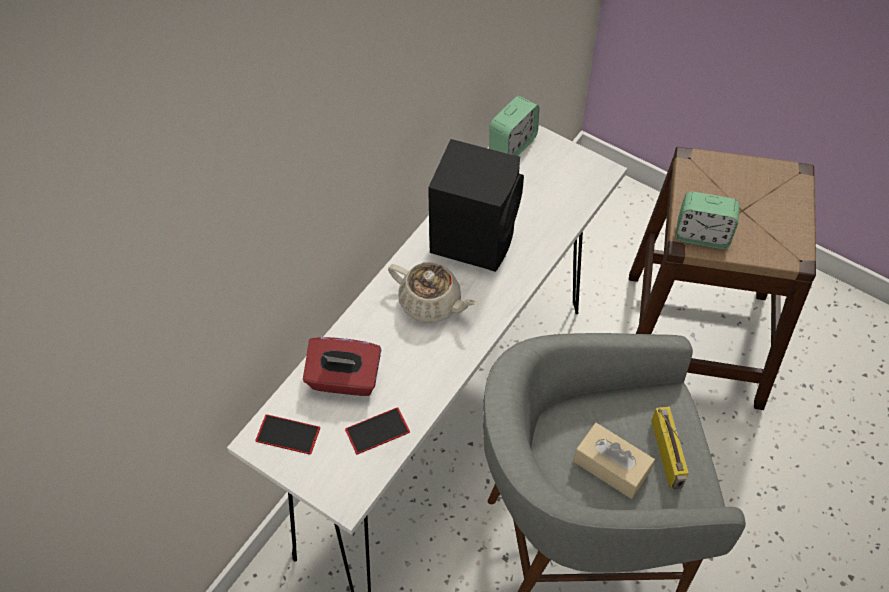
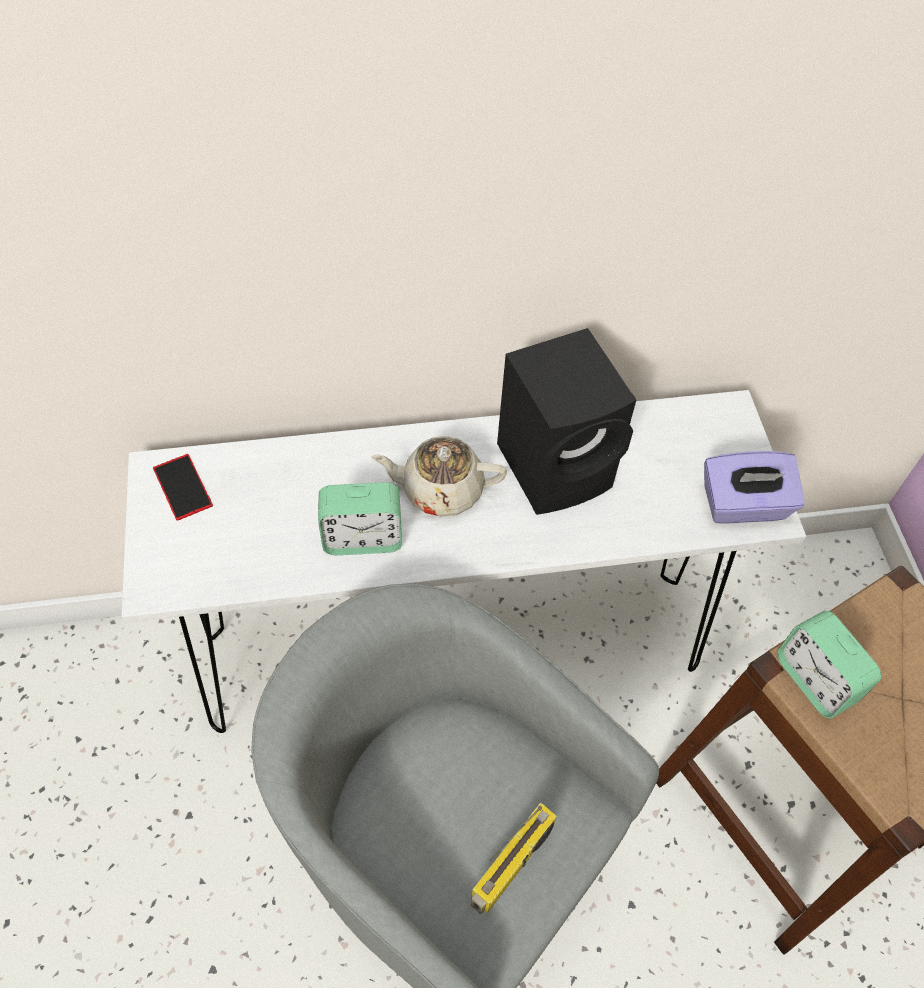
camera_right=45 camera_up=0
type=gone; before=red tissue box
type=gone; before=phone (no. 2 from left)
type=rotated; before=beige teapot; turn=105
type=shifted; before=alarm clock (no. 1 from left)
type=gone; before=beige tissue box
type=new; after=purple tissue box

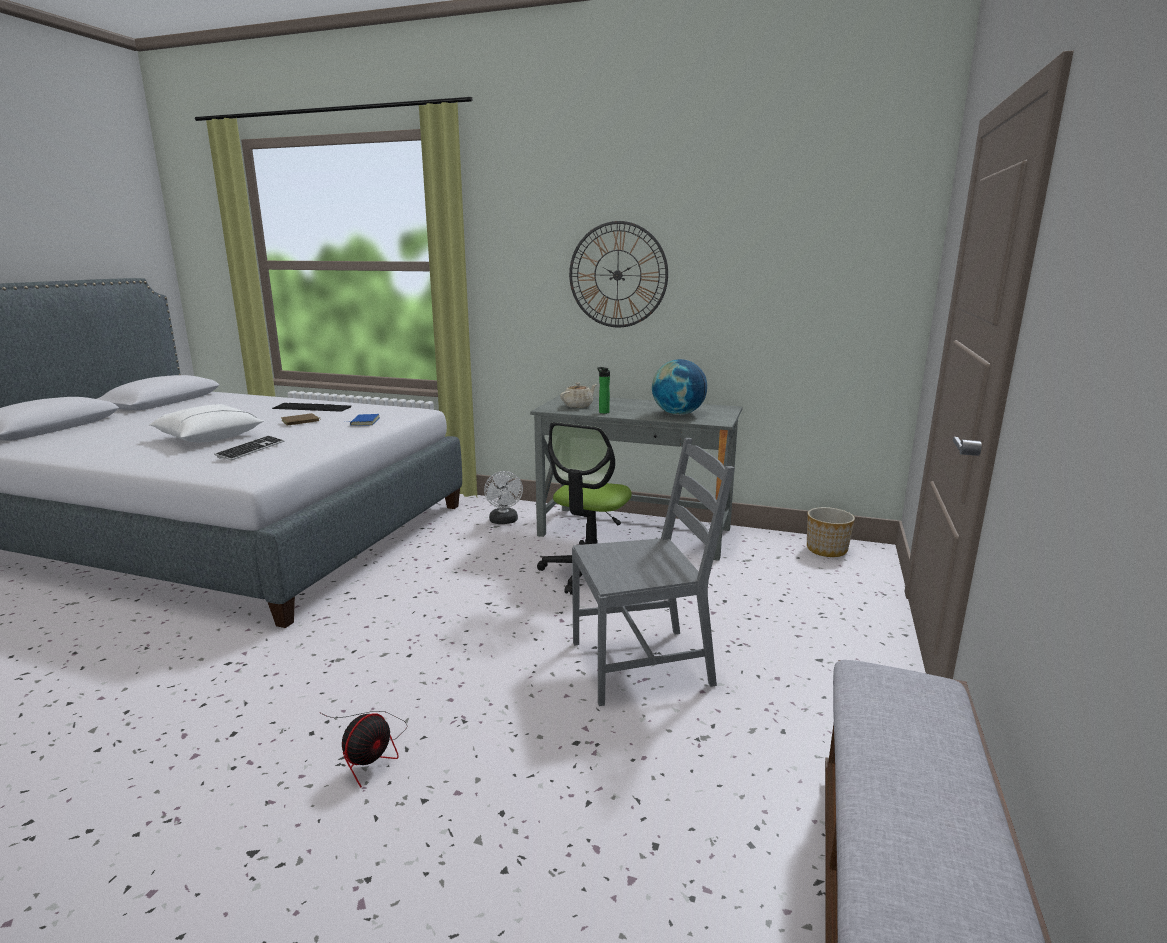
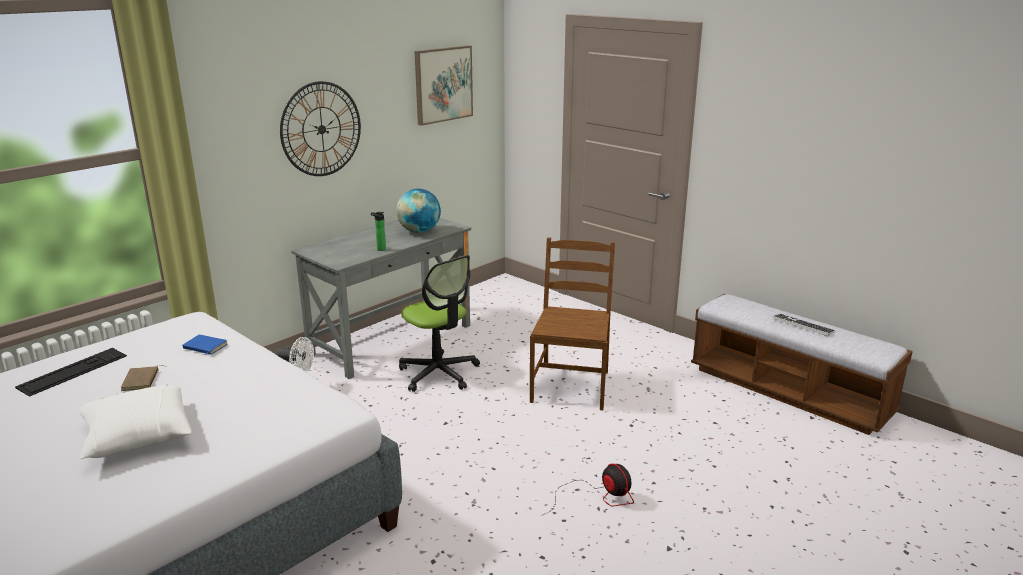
camera_right=-65 camera_up=5
type=shifted; before=keyboard (no. 1 from left in the first image); after=keyboard (no. 2 from left)
type=gone; before=beige teapot
type=repainted; before=grey chair; after=brown chair
type=gone; before=planter
type=new; after=picture

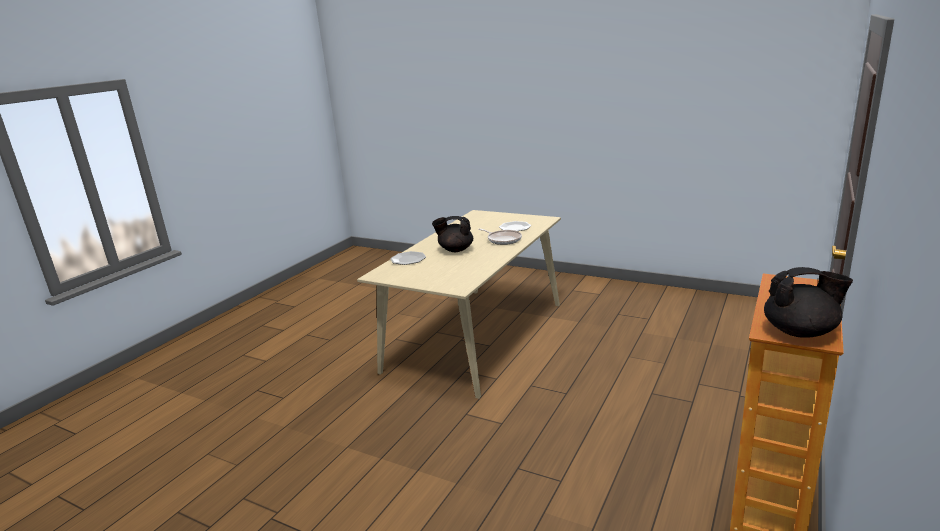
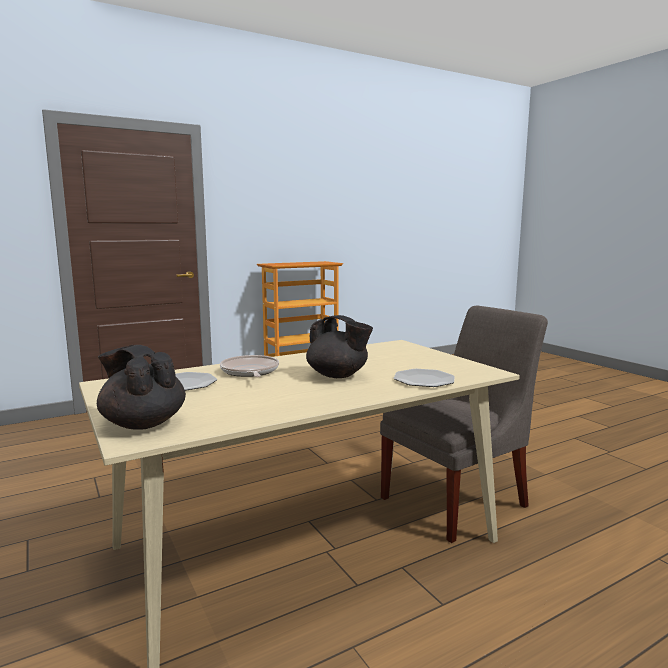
camera_right=-150 camera_up=-10
type=shifted; before=black teapot (no. 2 from left in the first image); after=black teapot (no. 1 from left)
type=new; after=grey chair

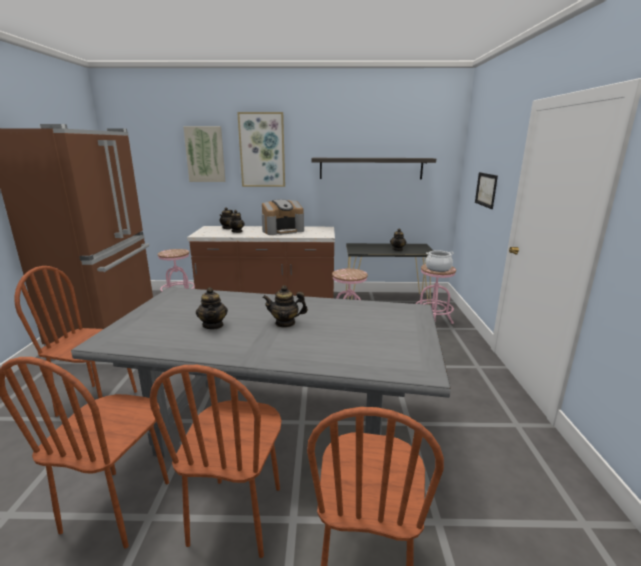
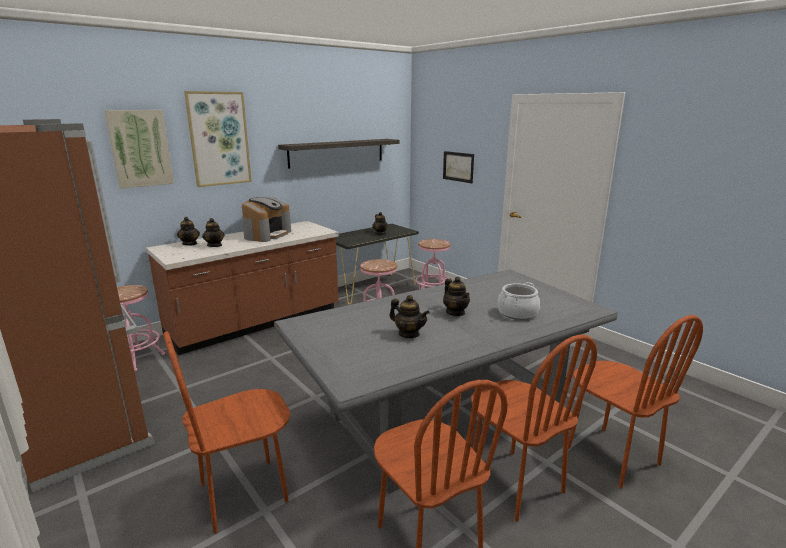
camera_right=-40 camera_up=0
type=rotated; before=teapot (no. 4 from left in the first image); turn=-75
type=shifted; before=cooking pot

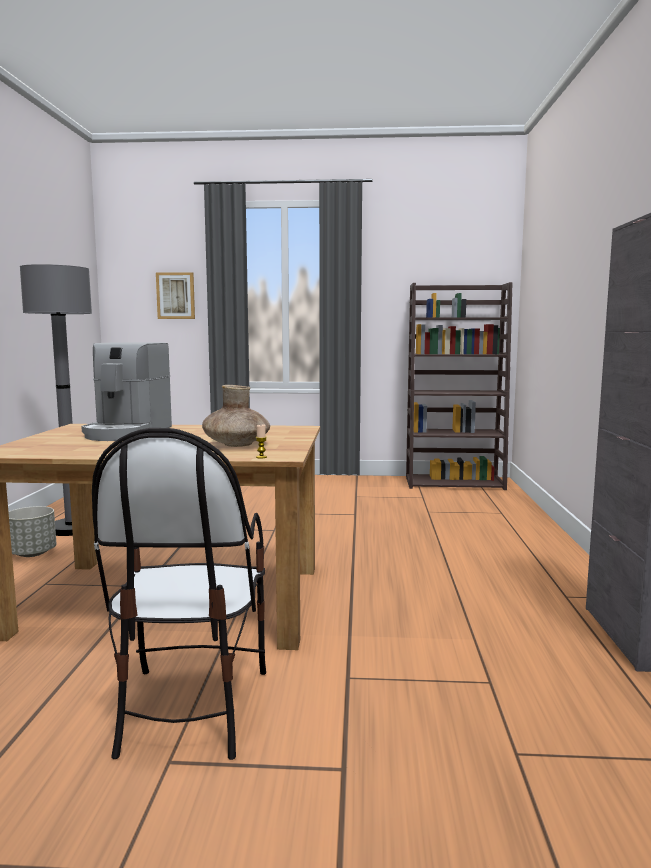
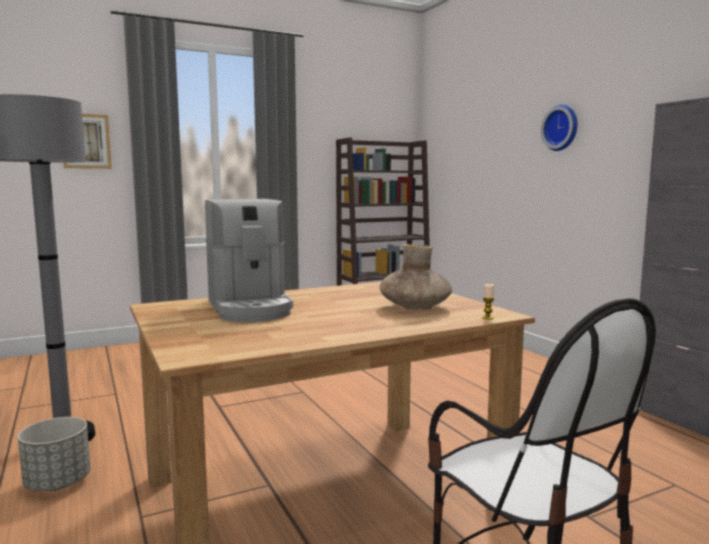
camera_right=-30 camera_up=0
type=new; after=wall clock

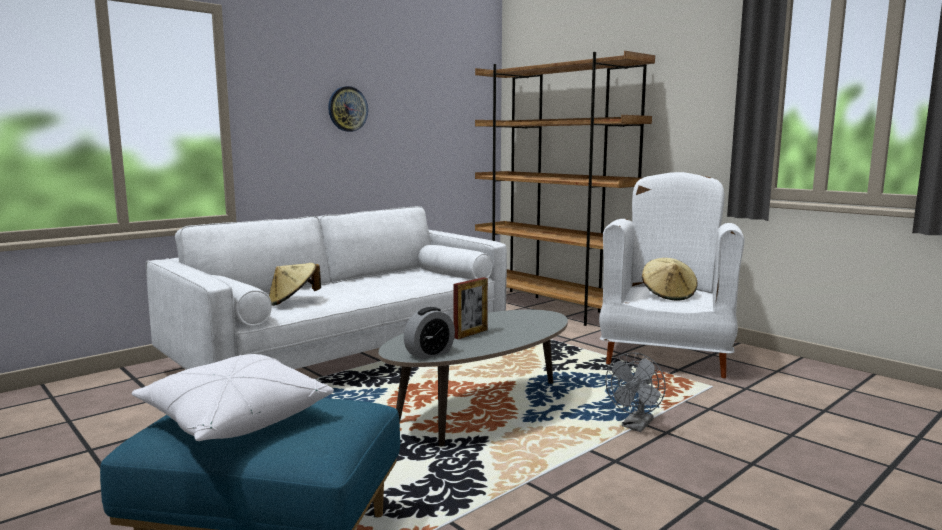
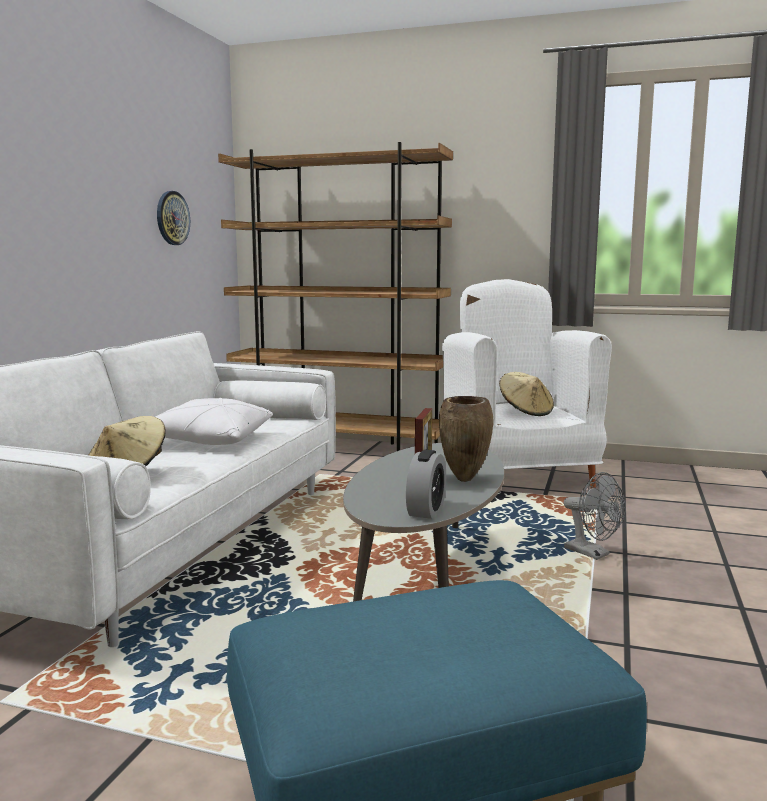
camera_right=-30 camera_up=0
type=shifted; before=white pillow
type=shifted; before=wall clock
type=rotated; before=grey fan; turn=-45
type=new; after=brown vase

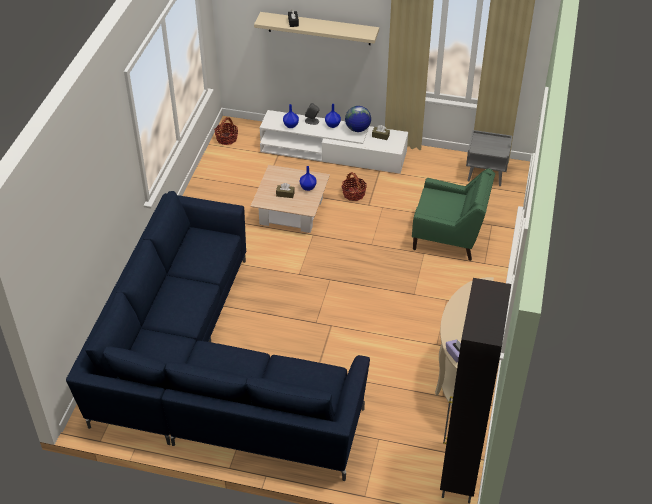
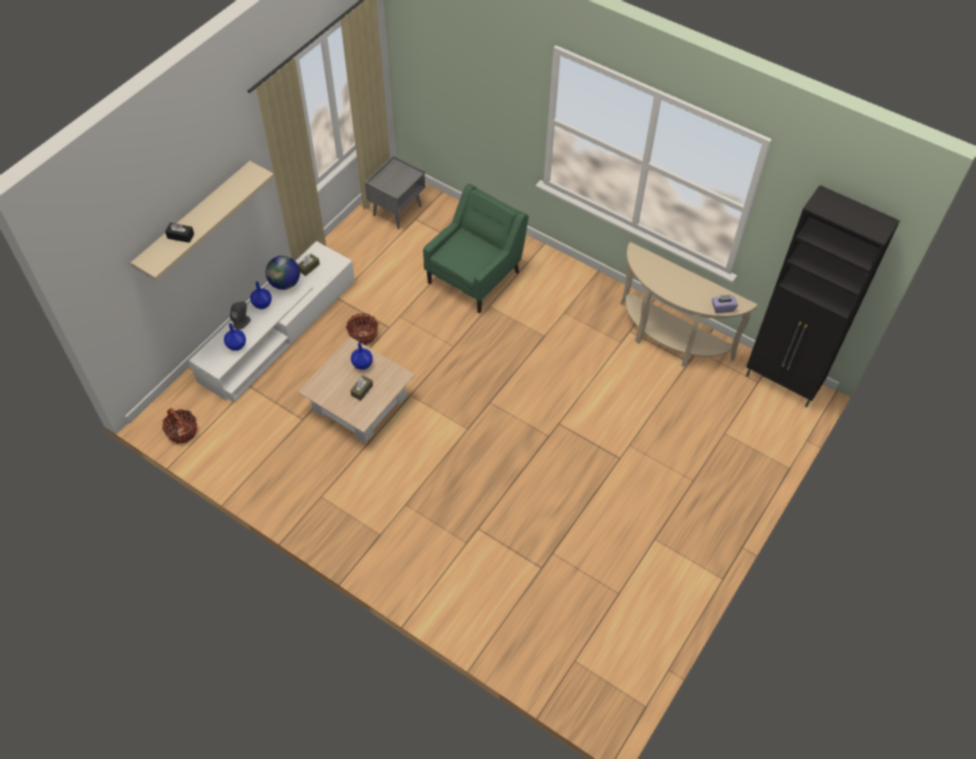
camera_right=-70 camera_up=10
type=gone; before=blue sofa

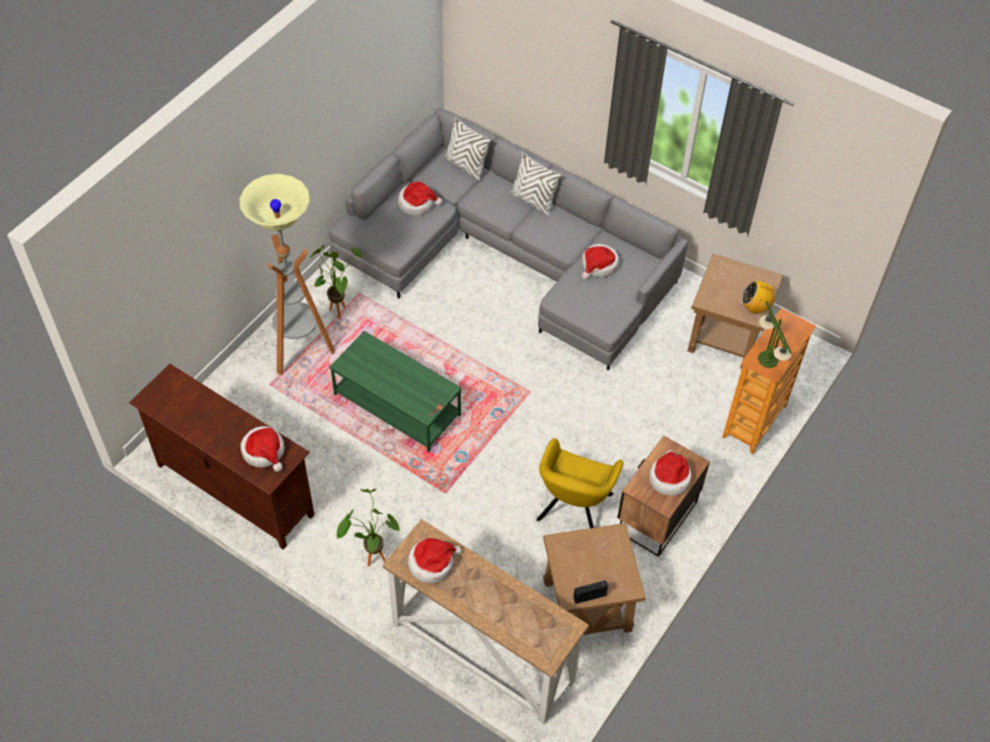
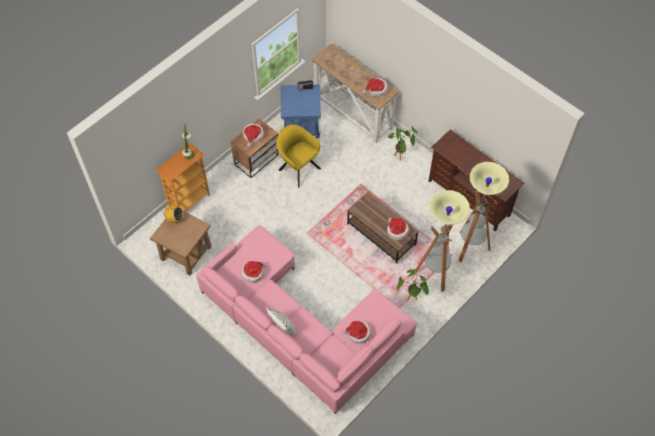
camera_right=-170 camera_up=5
type=shifted; before=hat (no. 1 from left in the first image); after=hat (no. 5 from left)
type=repainted; before=grey sofa; after=pink sofa
type=repainted; before=green coffee table; after=brown coffee table
type=gone; before=white pillow (no. 1 from left)
type=rotated; before=yellow armchair; turn=-75
type=repainted; before=brown side table (no. 1 from left); after=blue side table
type=new; after=floor lamp (no. 2 from left)

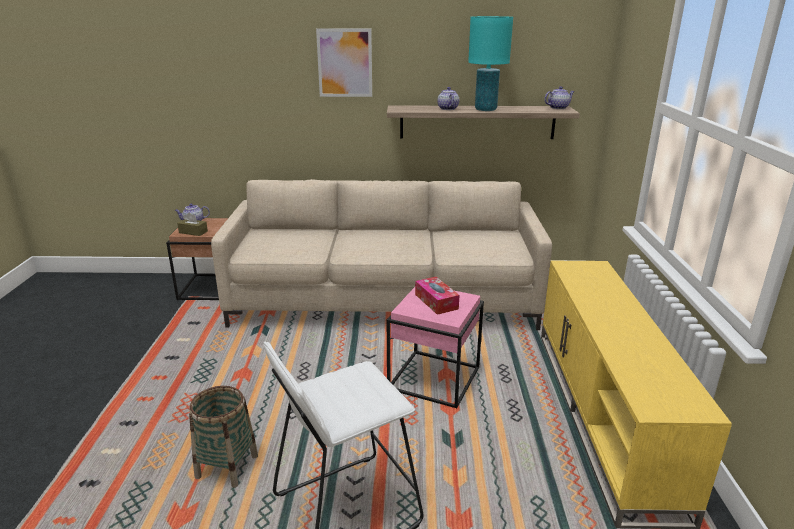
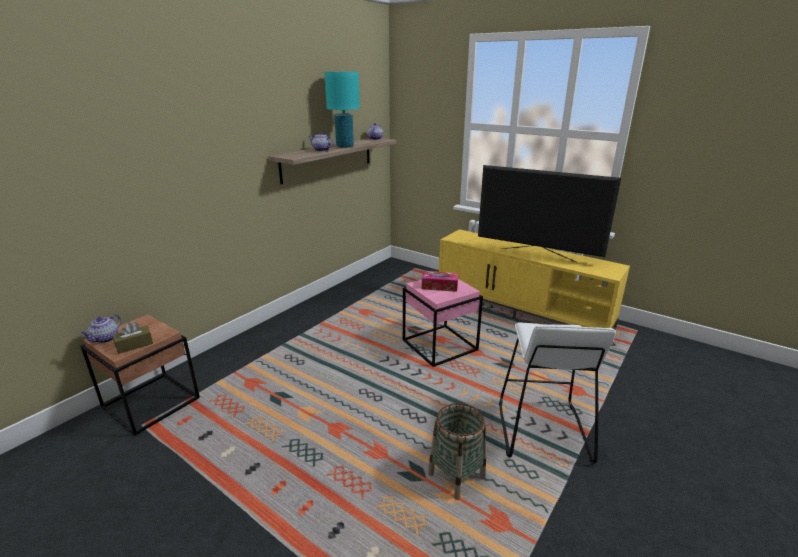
camera_right=-55 camera_up=0
type=gone; before=beige sofa
type=gone; before=picture
type=new; after=television

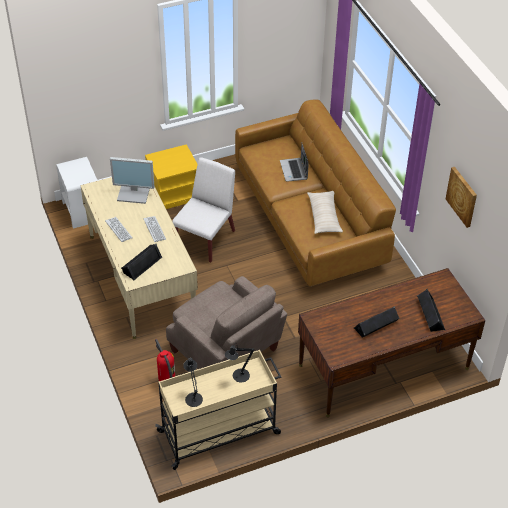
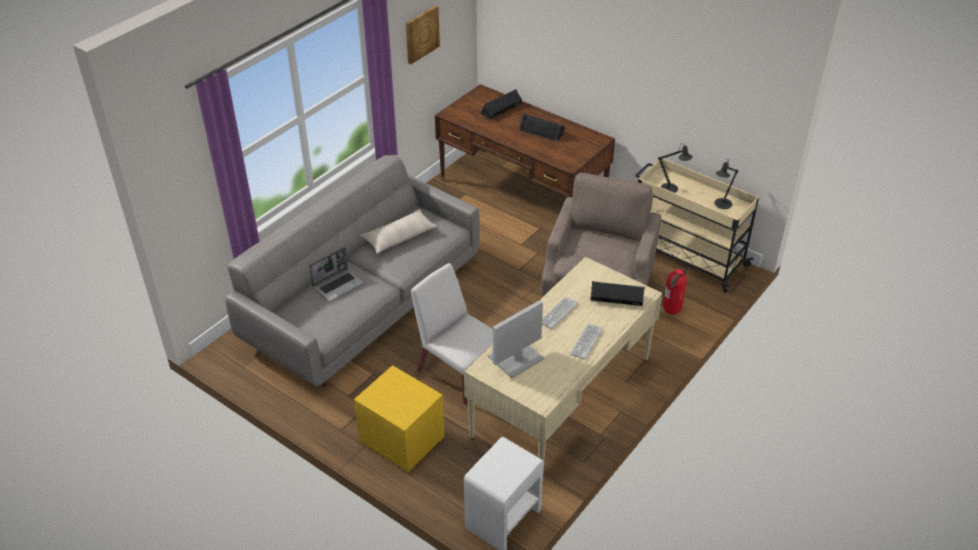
camera_right=-120 camera_up=-5
type=rotated; before=monitor; turn=-105
type=rotated; before=white chair; turn=45
type=repainted; before=brown sofa; after=grey sofa

